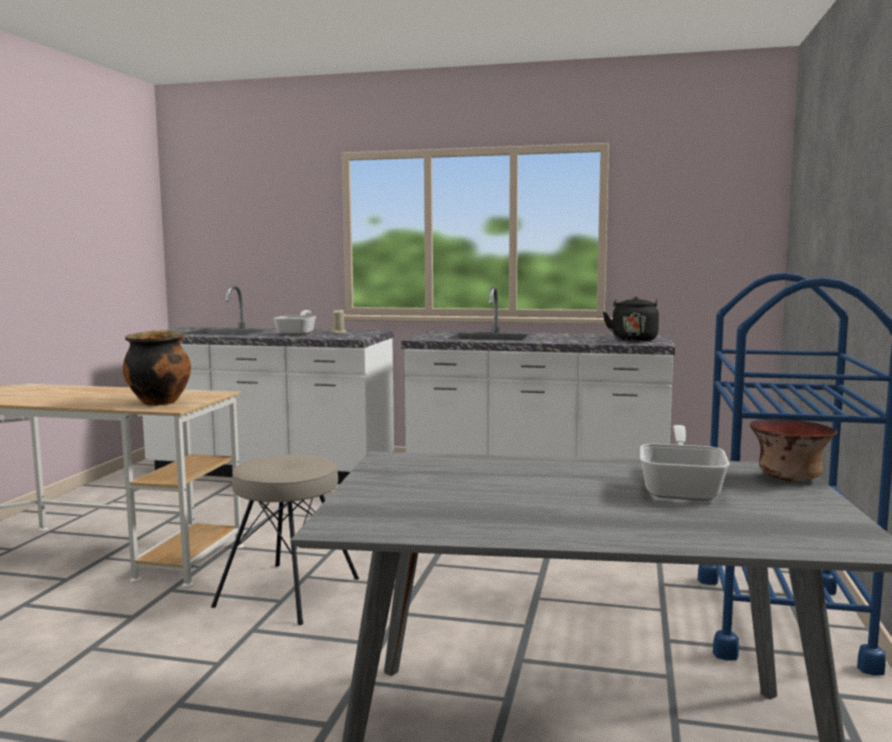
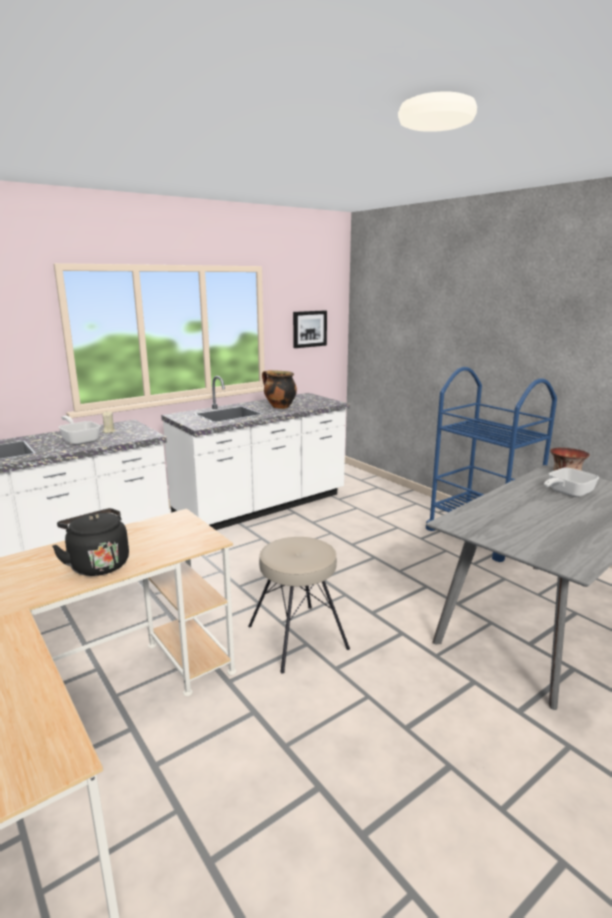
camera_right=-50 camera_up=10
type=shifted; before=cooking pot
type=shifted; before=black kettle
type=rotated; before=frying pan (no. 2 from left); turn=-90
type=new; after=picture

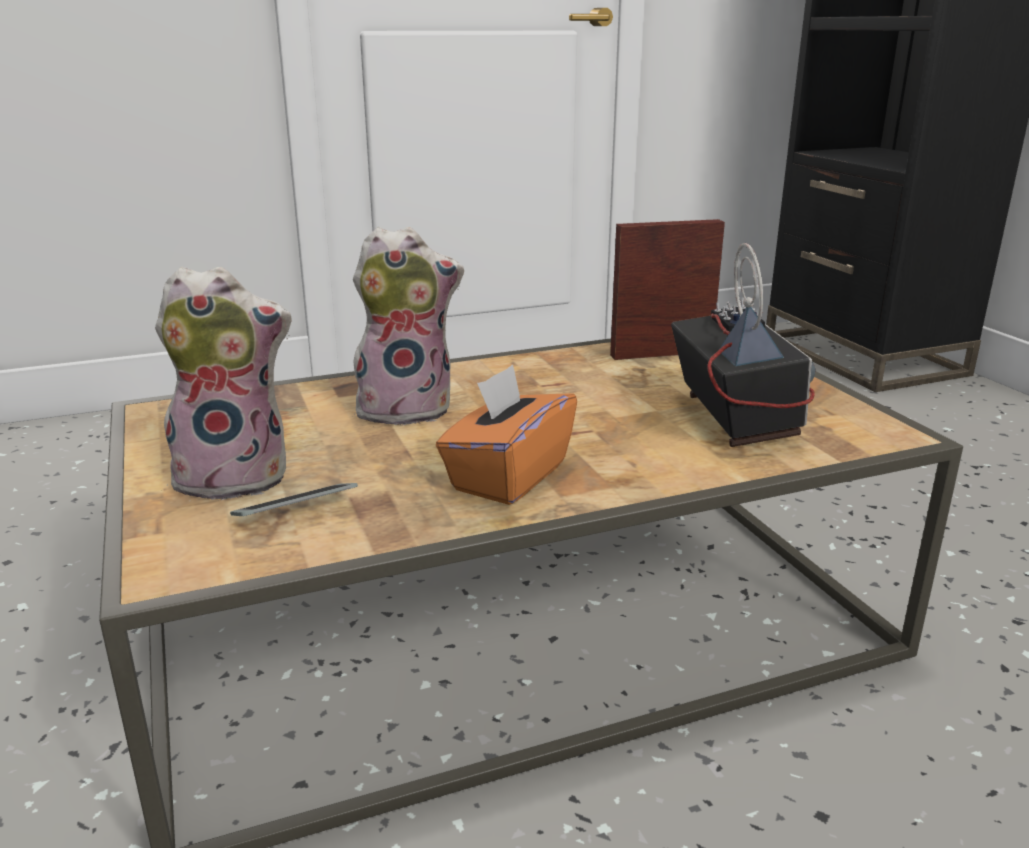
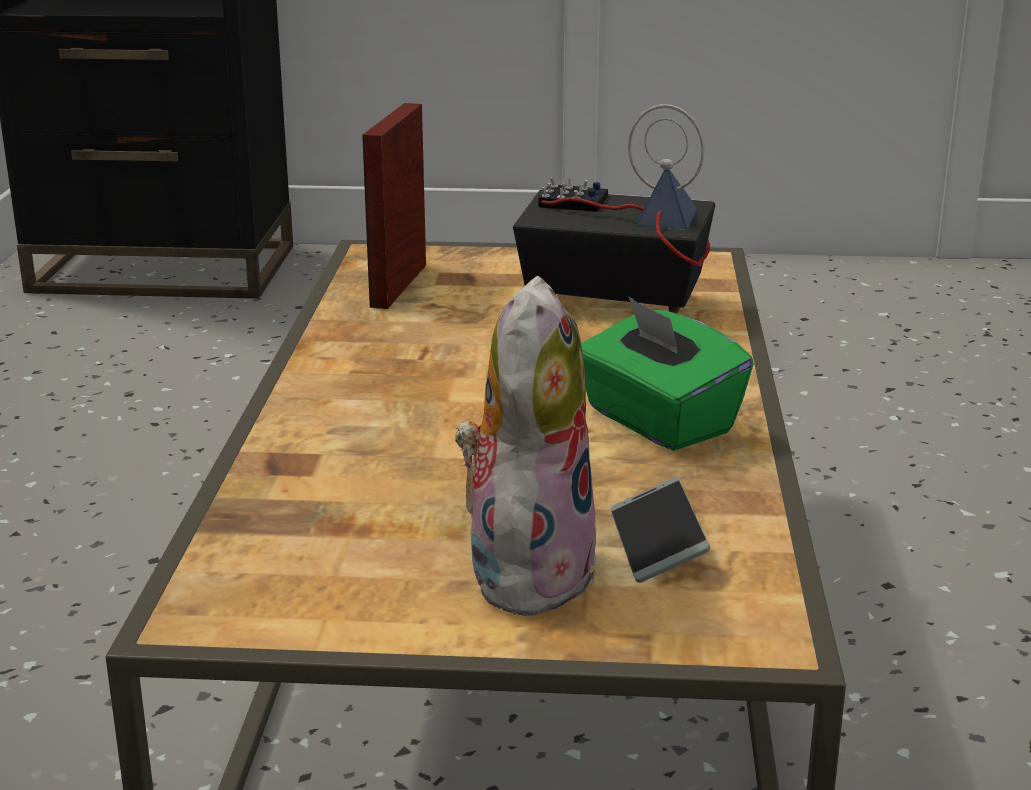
camera_right=-65 camera_up=0
type=gone; before=plush toy (no. 2 from left)
type=repainted; before=orange tissue box; after=green tissue box

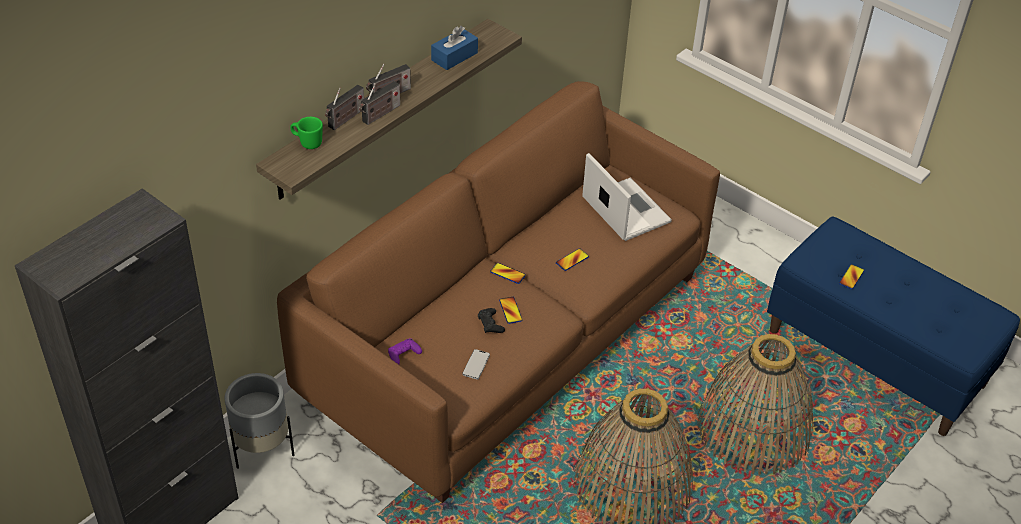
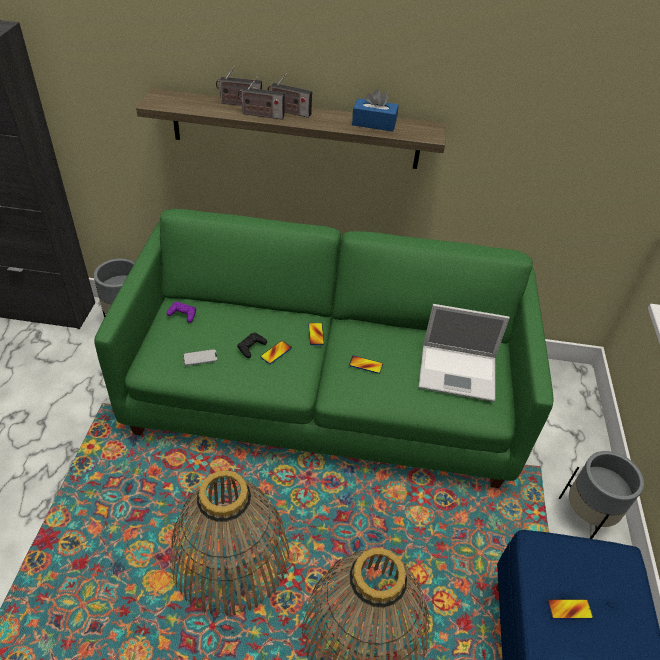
camera_right=55 camera_up=0
type=repainted; before=brown sofa; after=green sofa
type=gone; before=green mug
type=rotated; before=laptop; turn=75
type=new; after=grey planter (no. 2 from left)

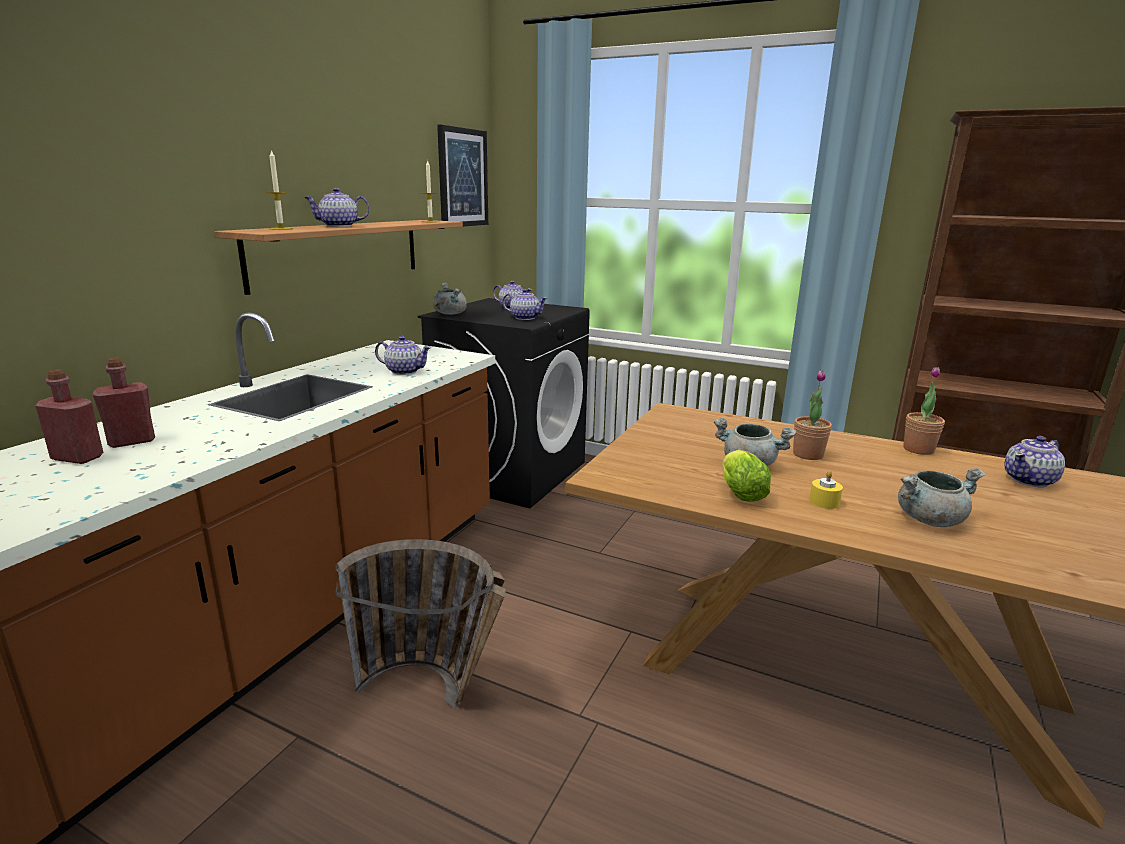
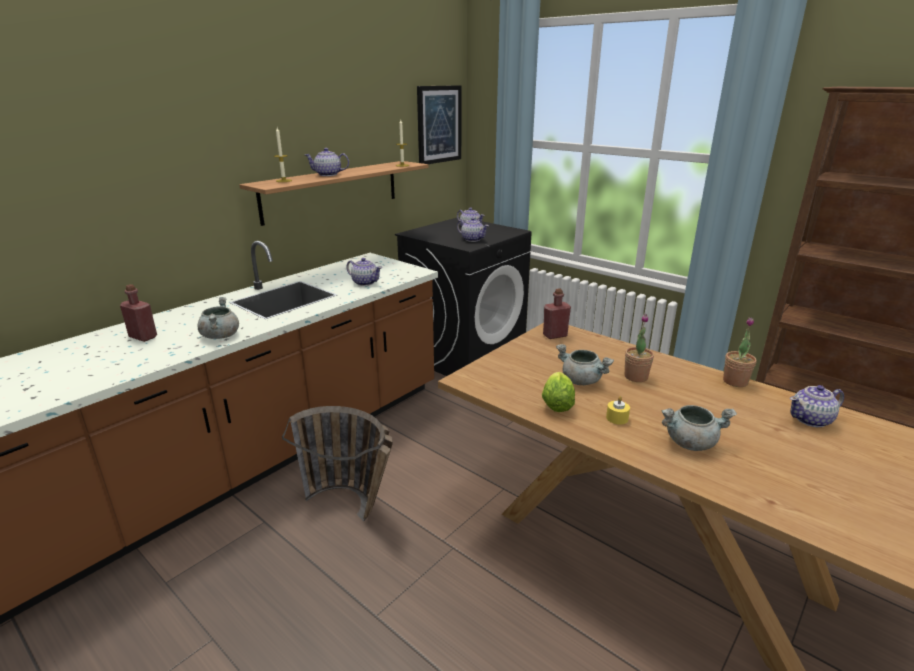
camera_right=15 camera_up=5
type=shifted; before=red bottle (no. 2 from left)
type=shifted; before=grey cooking pot (no. 1 from left)

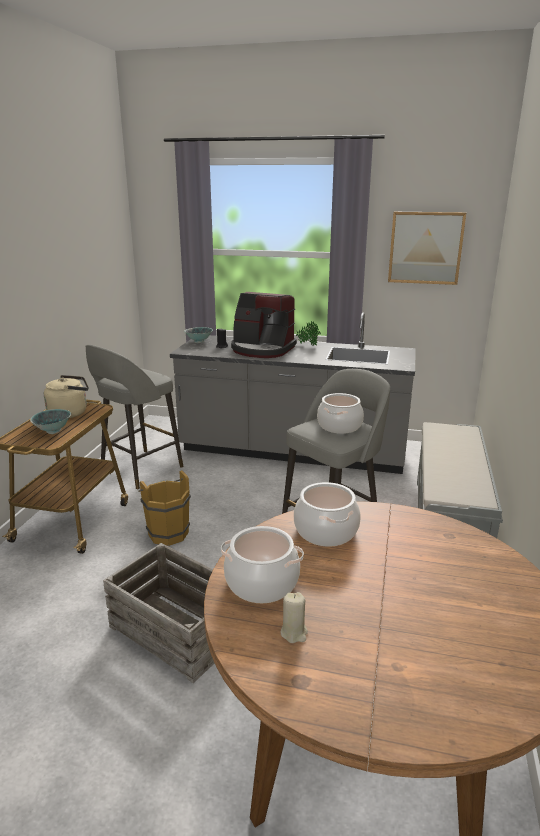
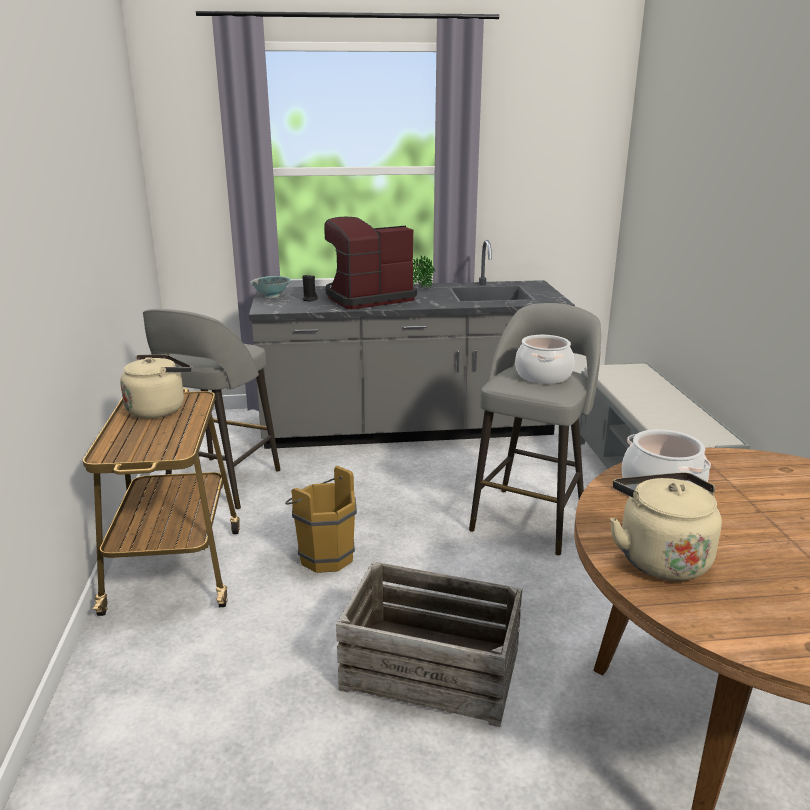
camera_right=-20 camera_up=0
type=gone; before=bowl (no. 1 from left)
type=swapped; before=cooking pot (no. 1 from left); after=beige kettle (no. 2 from left)
type=rotated; before=coffee machine; turn=150
type=gone; before=beige candle
type=gone; before=picture

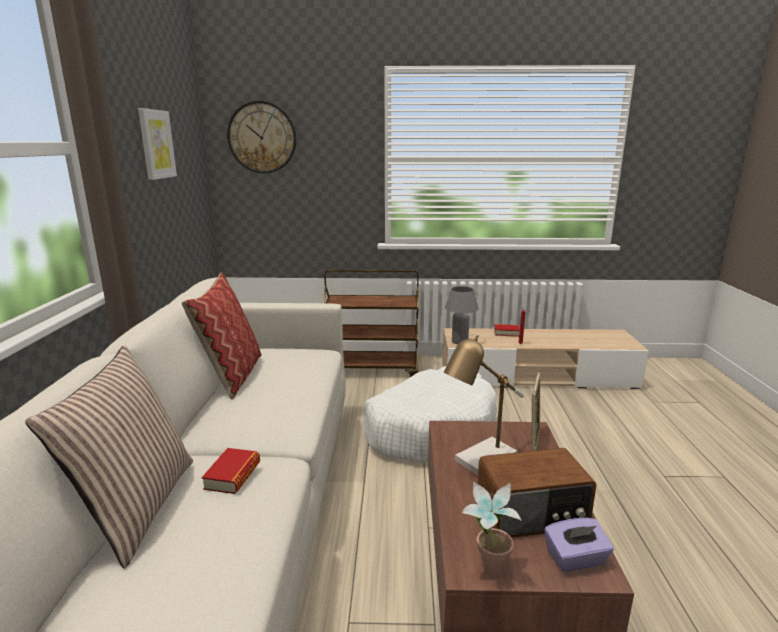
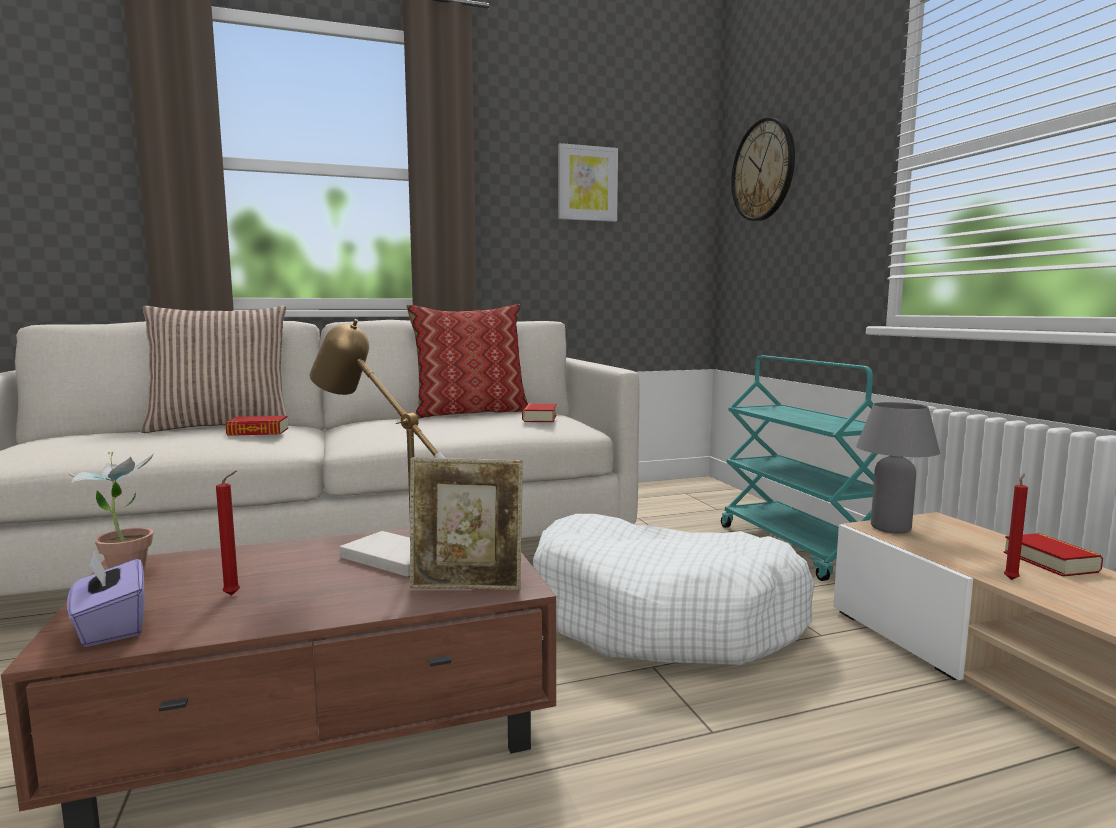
camera_right=70 camera_up=-10
type=repainted; before=brown cart; after=turquoise cart
type=swapped; before=radio; after=red candle (no. 1 from left)
type=new; after=book (no. 2 from left)

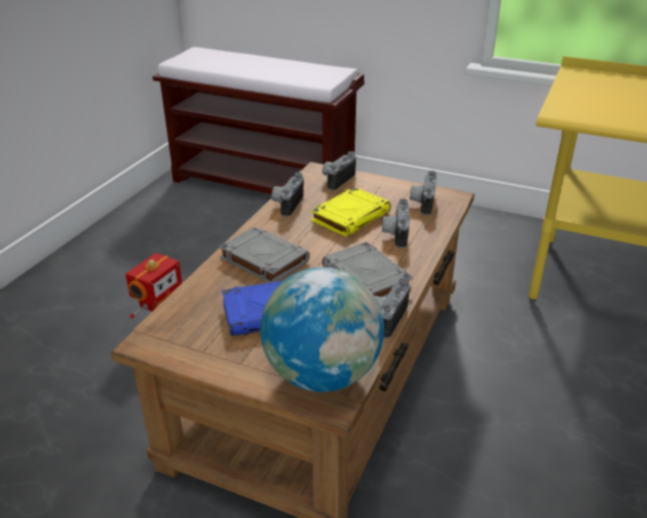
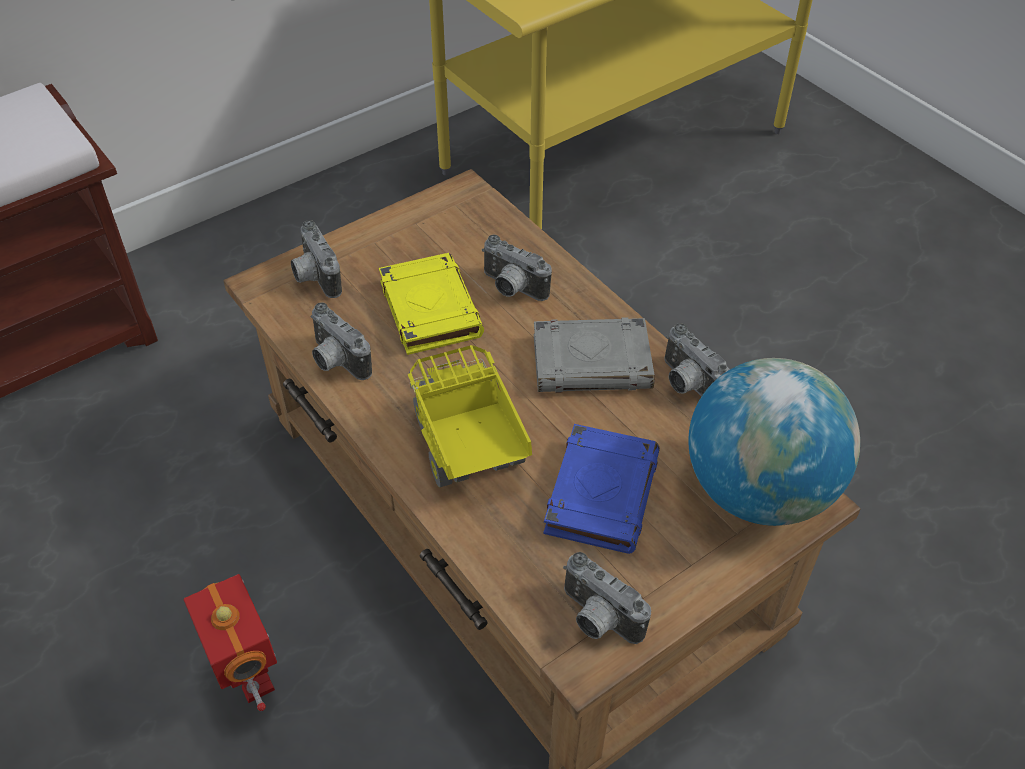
camera_right=-60 camera_up=15
type=swapped; before=grey book (no. 1 from left); after=toy truck
type=shifted; before=photo camera (no. 5 from left in the first image); after=photo camera (no. 4 from left)

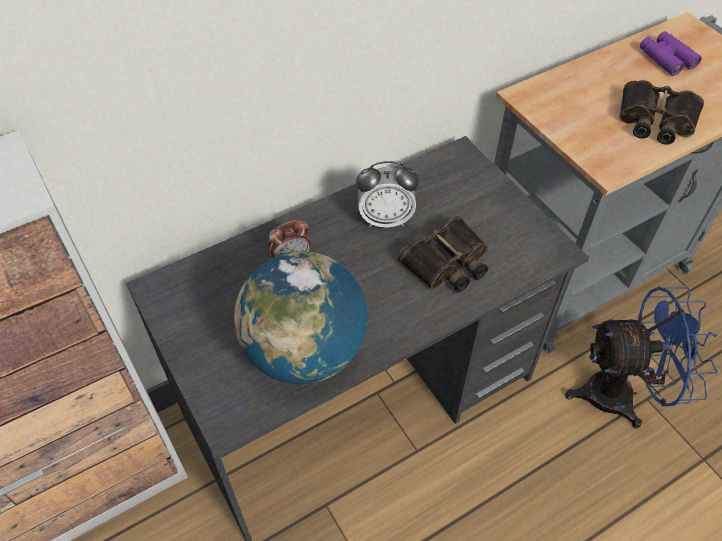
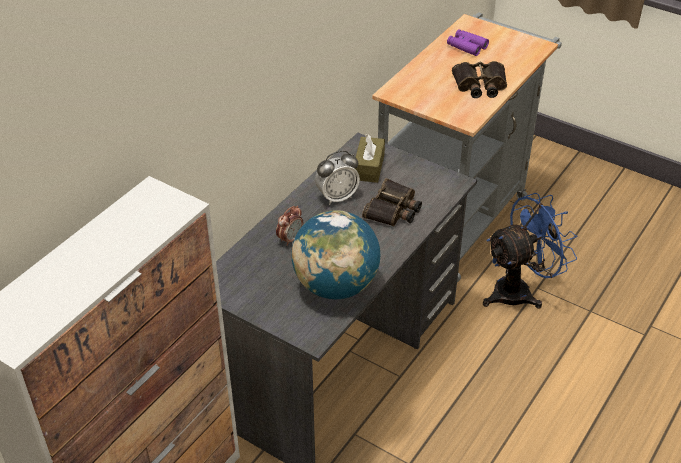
camera_right=-25 camera_up=-10
type=new; after=brown tissue box

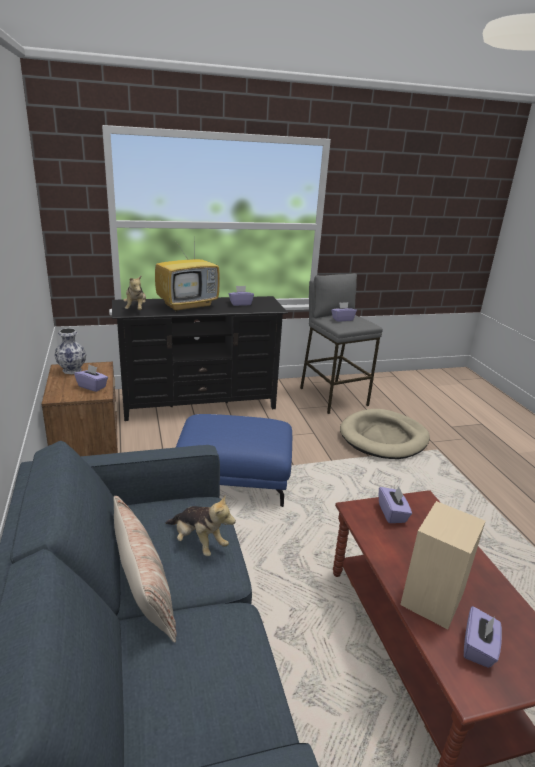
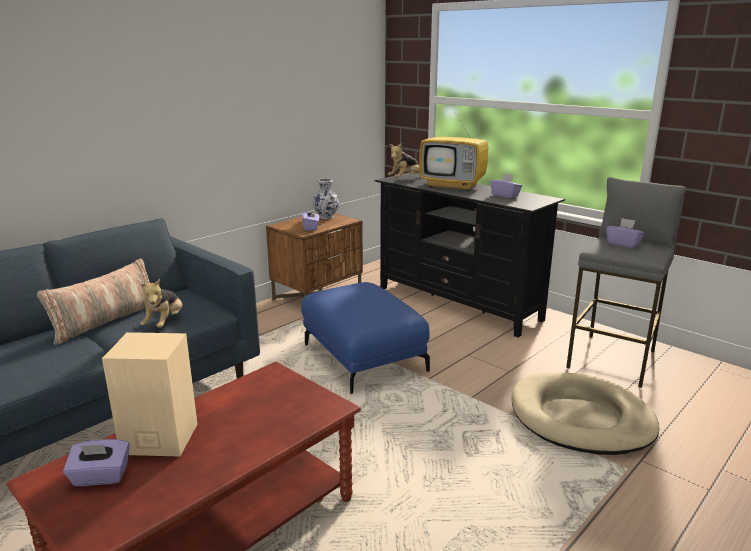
camera_right=60 camera_up=-5
type=gone; before=purple tissue box (no. 4 from left)

